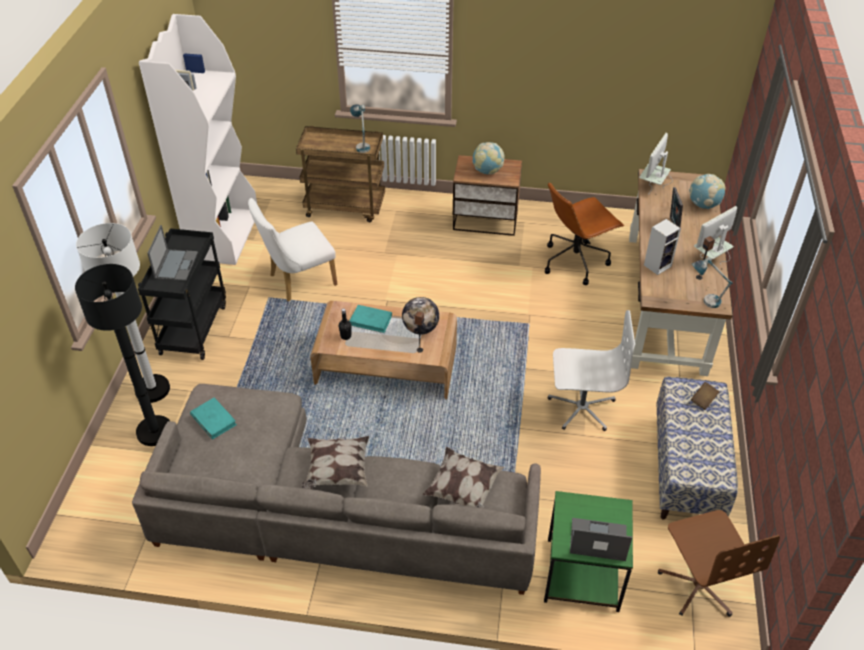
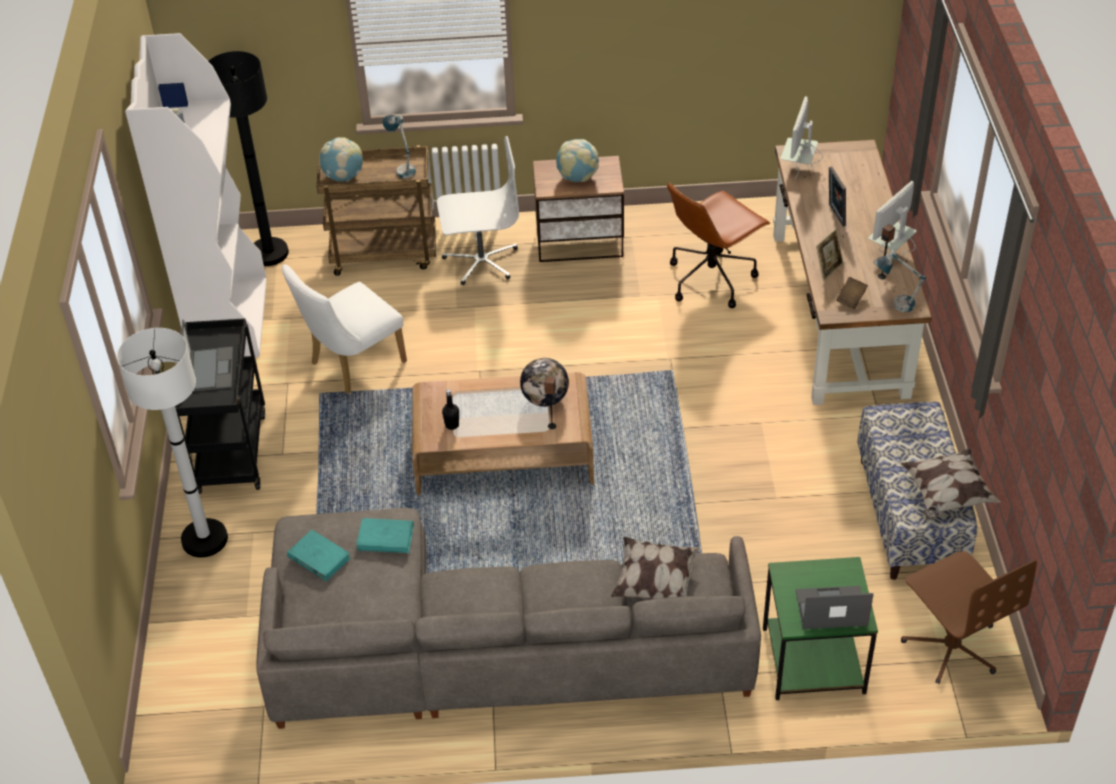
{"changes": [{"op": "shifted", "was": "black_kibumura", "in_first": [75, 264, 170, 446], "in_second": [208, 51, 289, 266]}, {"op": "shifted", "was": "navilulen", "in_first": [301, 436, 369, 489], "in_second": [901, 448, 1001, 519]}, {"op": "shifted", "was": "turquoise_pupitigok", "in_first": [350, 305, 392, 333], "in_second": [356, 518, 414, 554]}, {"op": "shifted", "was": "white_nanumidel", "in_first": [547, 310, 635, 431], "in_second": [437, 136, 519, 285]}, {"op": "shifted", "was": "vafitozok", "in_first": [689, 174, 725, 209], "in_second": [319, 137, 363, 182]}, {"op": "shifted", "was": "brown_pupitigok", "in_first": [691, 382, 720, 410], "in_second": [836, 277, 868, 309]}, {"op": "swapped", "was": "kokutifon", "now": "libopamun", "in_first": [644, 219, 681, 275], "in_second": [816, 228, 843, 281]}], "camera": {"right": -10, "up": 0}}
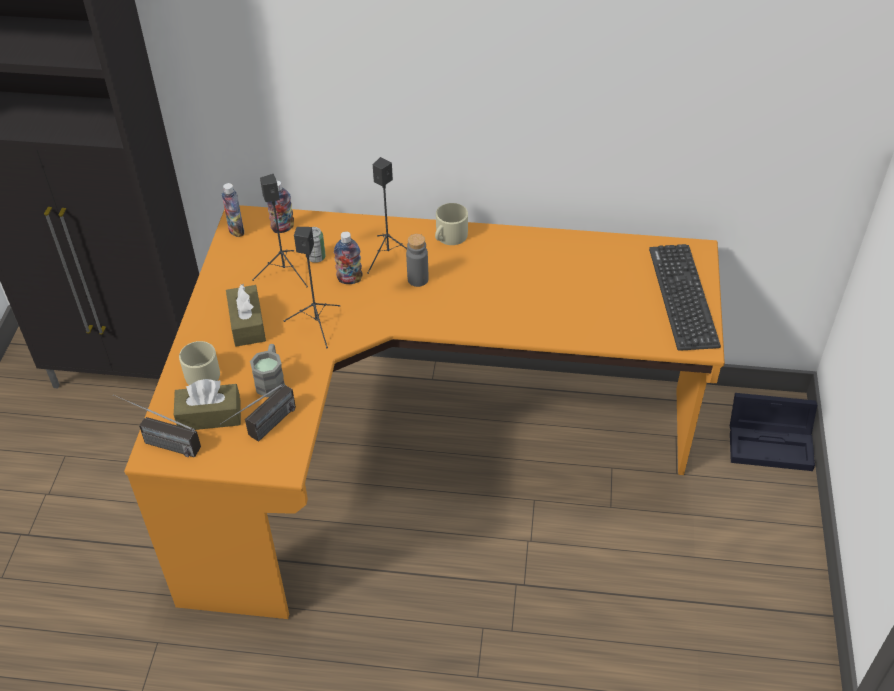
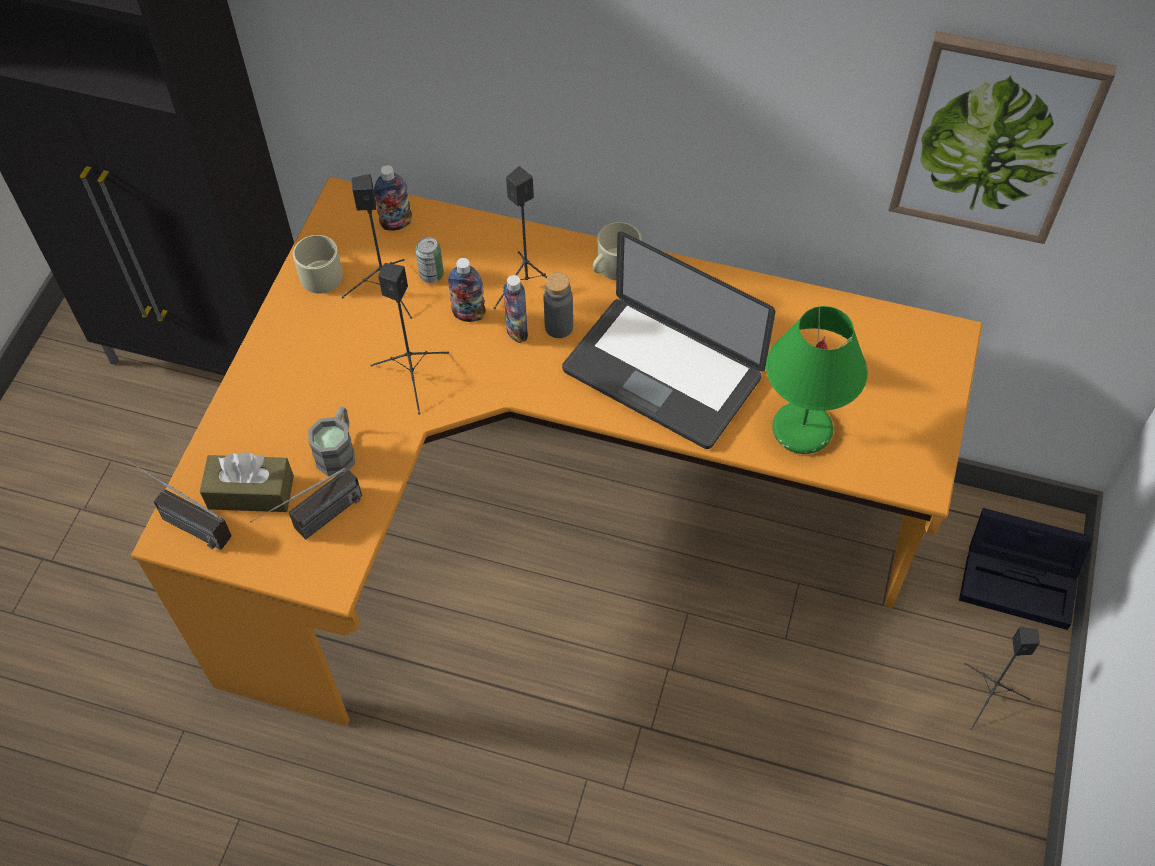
{"changes": [{"op": "gone", "was": "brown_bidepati", "in_first": [226, 284, 266, 347]}, {"op": "gone", "was": "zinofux", "in_first": [649, 244, 721, 351]}, {"op": "new", "now": "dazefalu", "in_second": [562, 231, 776, 449]}, {"op": "new", "now": "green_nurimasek", "in_second": [766, 306, 868, 454]}, {"op": "new", "now": "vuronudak", "in_second": [888, 31, 1116, 244]}, {"op": "new", "now": "black_kokutifon", "in_second": [964, 627, 1040, 730]}, {"op": "shifted", "was": "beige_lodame", "in_first": [179, 341, 220, 385], "in_second": [293, 235, 343, 294]}, {"op": "shifted", "was": "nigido", "in_first": [222, 183, 244, 237], "in_second": [503, 275, 528, 343]}], "camera": {"right": 10, "up": 10}}
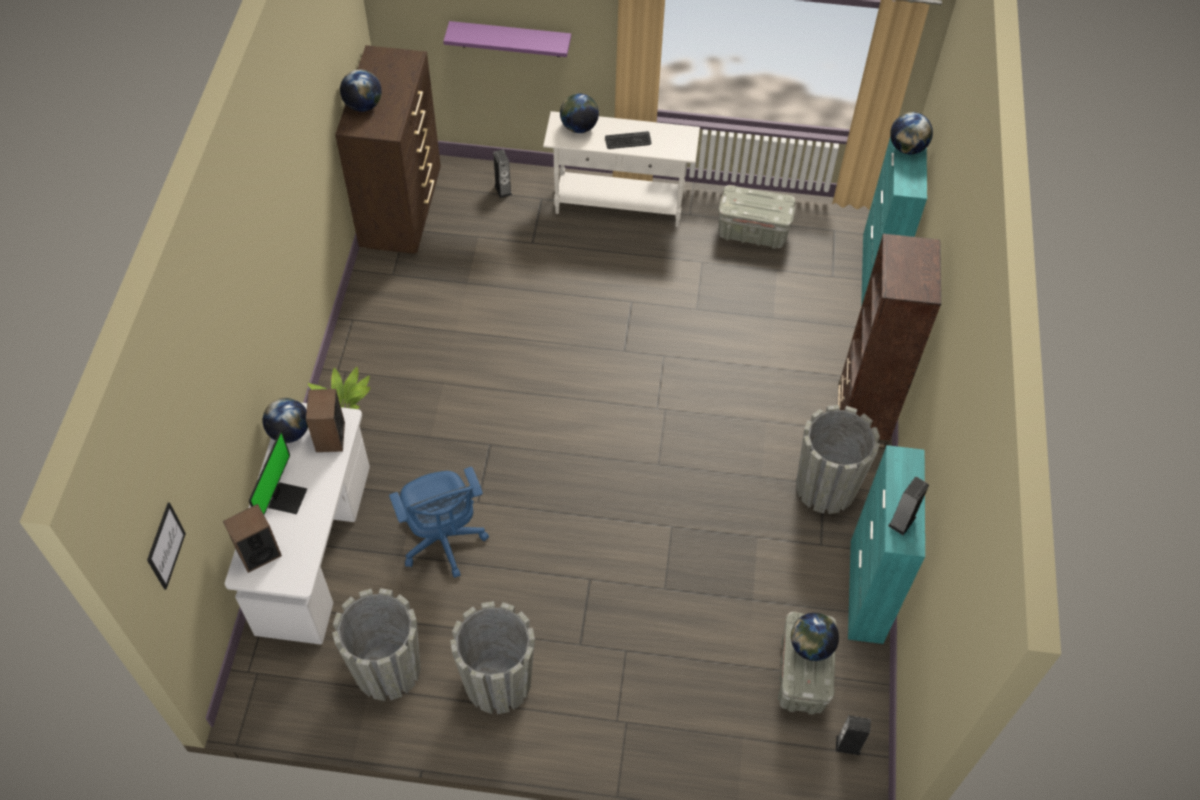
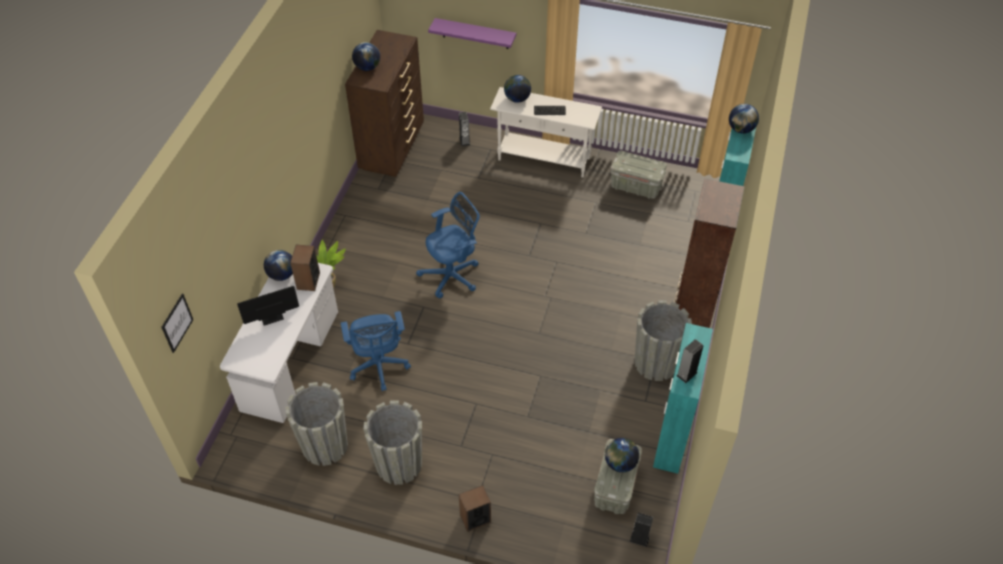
{"changes": [{"op": "new", "now": "blue_nanumidel", "in_second": [416, 192, 480, 298]}, {"op": "shifted", "was": "kokutifon", "in_first": [223, 504, 282, 573], "in_second": [459, 485, 491, 532]}, {"op": "rotated", "was": "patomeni", "in_first": [249, 431, 307, 515], "in_second": [237, 286, 299, 326], "clockwise": -135}], "camera": {"right": 10, "up": -5}}
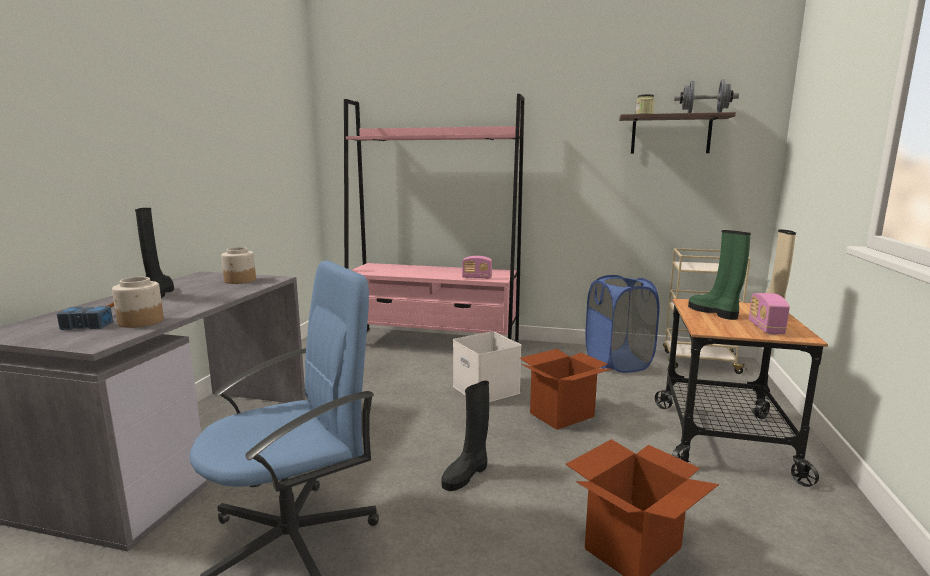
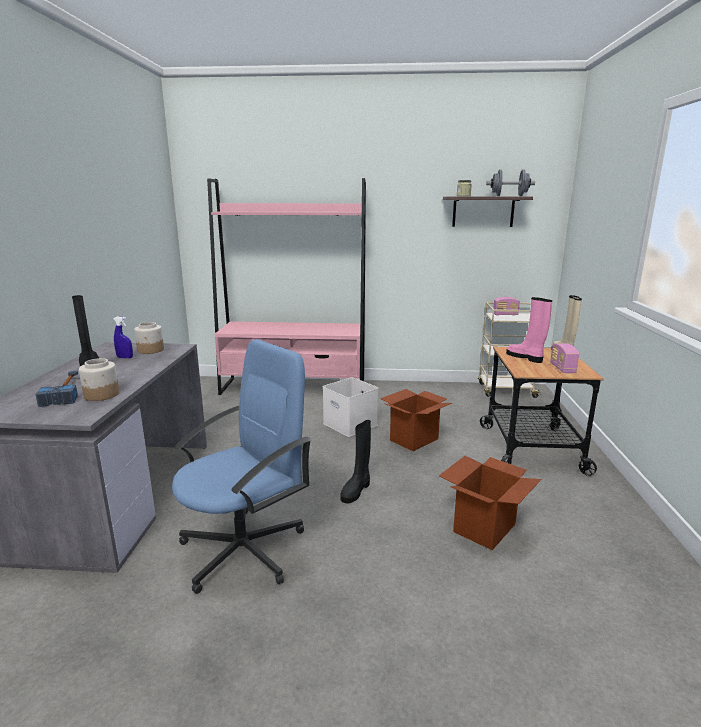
{"changes": [{"op": "gone", "was": "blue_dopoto", "in_first": [585, 275, 659, 373]}, {"op": "new", "now": "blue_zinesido", "in_second": [114, 317, 133, 359]}, {"op": "shifted", "was": "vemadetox", "in_first": [462, 256, 492, 279], "in_second": [493, 297, 520, 315]}, {"op": "repainted", "was": "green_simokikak", "now": "pink_simokikak", "in_first": [688, 230, 751, 320], "in_second": [506, 297, 552, 363]}], "camera": {"right": -10, "up": 5}}
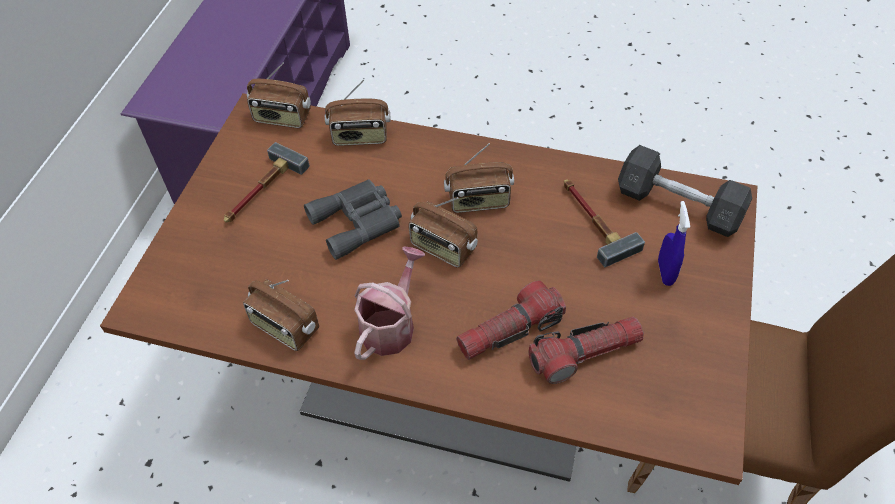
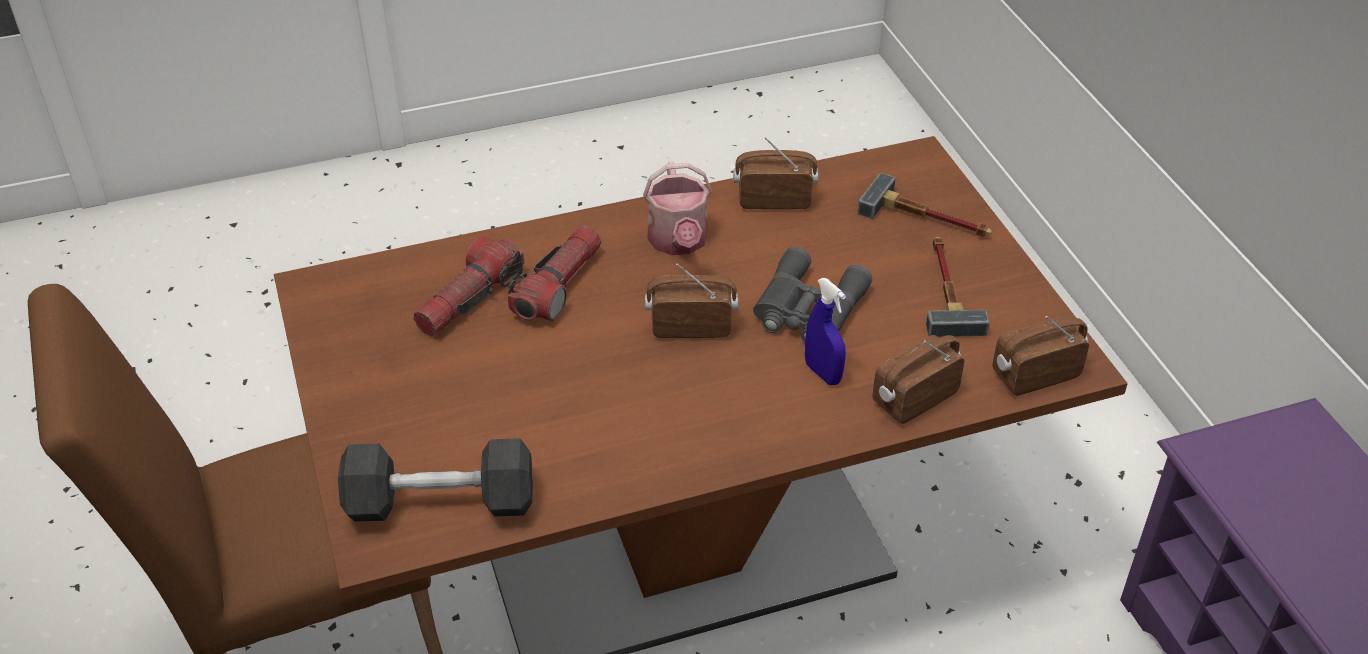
{"changes": [{"op": "gone", "was": "vemadetox", "in_first": [444, 143, 514, 213]}, {"op": "shifted", "was": "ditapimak", "in_first": [564, 179, 645, 267], "in_second": [857, 173, 992, 237]}, {"op": "shifted", "was": "blue_zinesido", "in_first": [658, 201, 690, 286], "in_second": [805, 278, 846, 385]}], "camera": {"right": 145, "up": -10}}
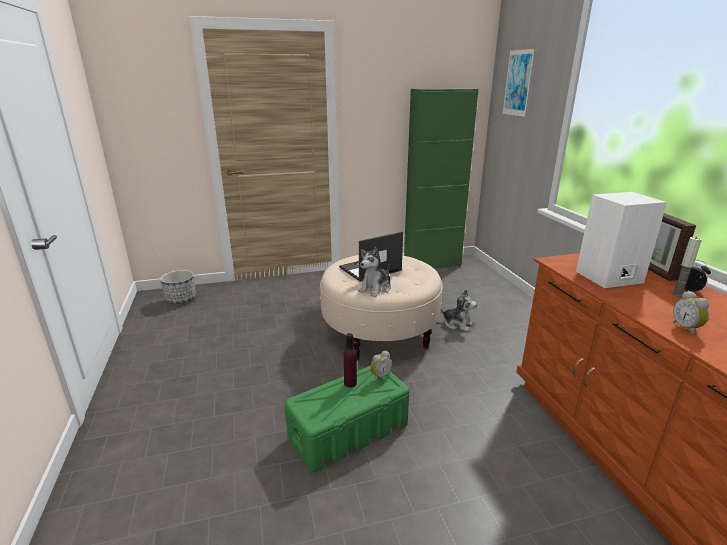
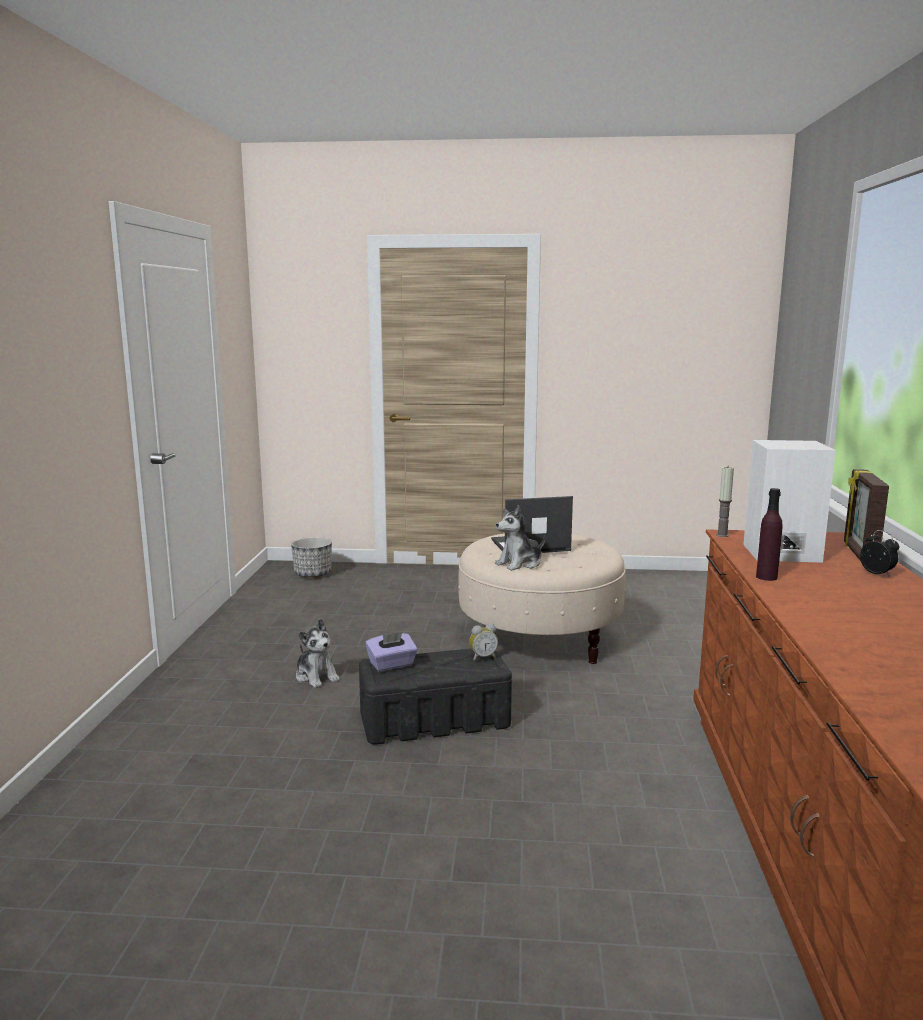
{"changes": [{"op": "gone", "was": "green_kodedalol", "in_first": [404, 88, 478, 269]}, {"op": "gone", "was": "vuronudak", "in_first": [502, 47, 535, 118]}, {"op": "gone", "was": "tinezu", "in_first": [673, 290, 709, 335]}, {"op": "new", "now": "purple_bidepati", "in_second": [365, 632, 418, 671]}, {"op": "shifted", "was": "purple_nigido", "in_first": [344, 333, 357, 388], "in_second": [756, 488, 783, 581]}, {"op": "shifted", "was": "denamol", "in_first": [441, 290, 477, 332], "in_second": [296, 618, 340, 688]}, {"op": "shifted", "was": "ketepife", "in_first": [672, 237, 702, 297], "in_second": [716, 467, 734, 537]}, {"op": "repainted", "was": "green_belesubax", "now": "black_belesubax", "in_first": [285, 366, 409, 472], "in_second": [359, 649, 512, 745]}], "camera": {"right": 20, "up": -10}}
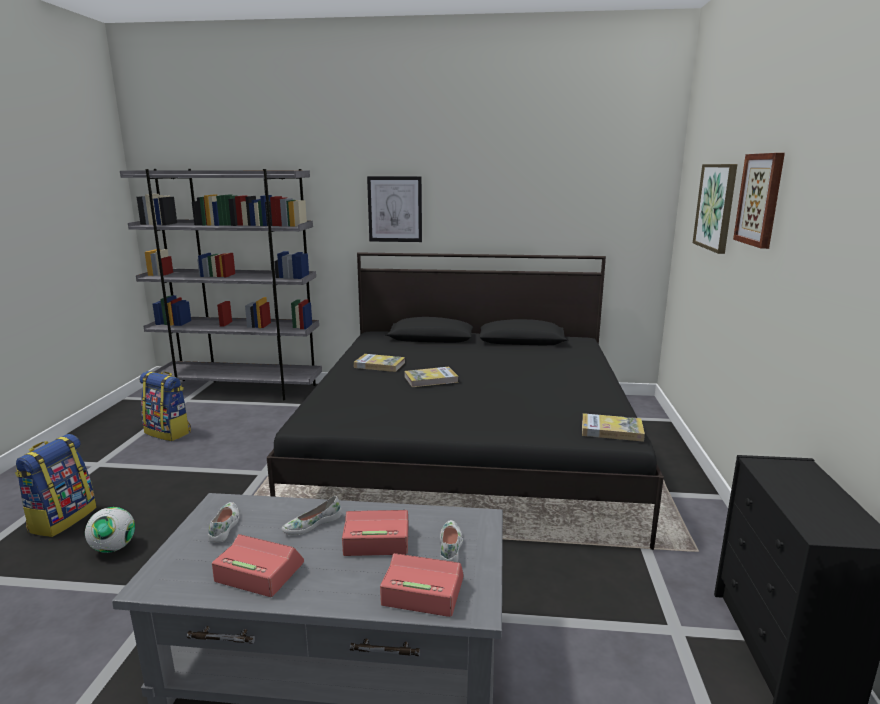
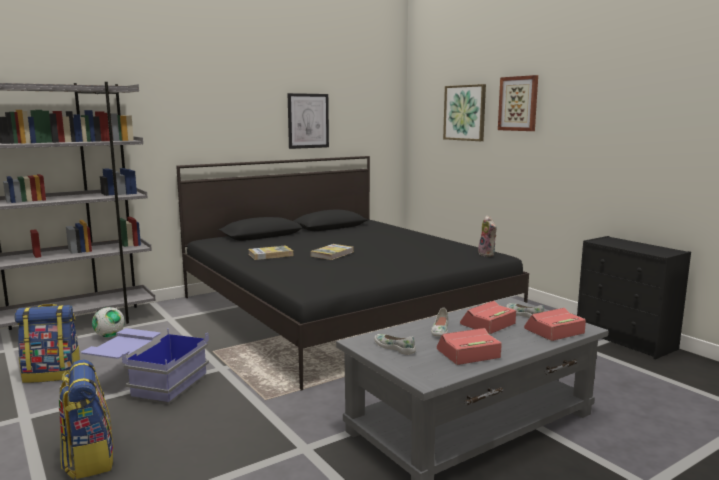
{"changes": [{"op": "new", "now": "blue_belesubax", "in_second": [81, 328, 209, 404]}, {"op": "shifted", "was": "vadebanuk", "in_first": [85, 507, 135, 553], "in_second": [92, 307, 125, 337]}, {"op": "shifted", "was": "vuronudak", "in_first": [367, 176, 422, 242], "in_second": [288, 93, 329, 149]}, {"op": "swapped", "was": "pupitigok", "now": "denamol", "in_first": [582, 413, 645, 442], "in_second": [478, 216, 496, 256]}], "camera": {"right": -40, "up": -5}}
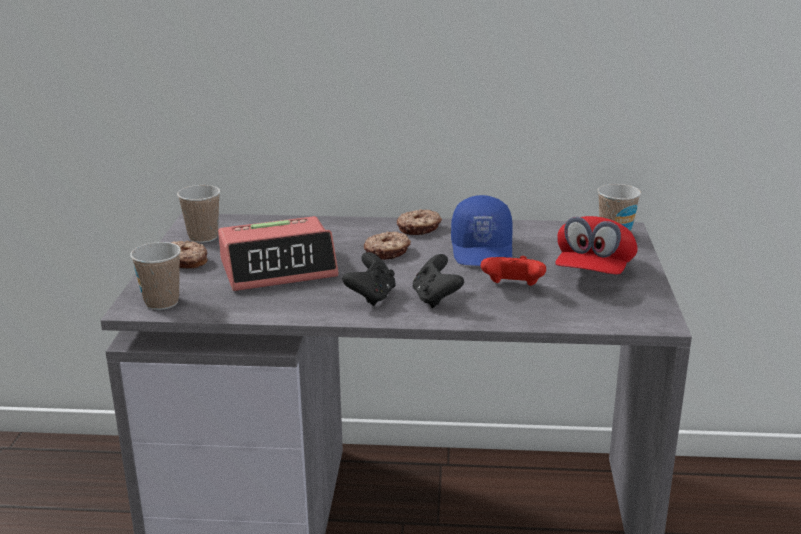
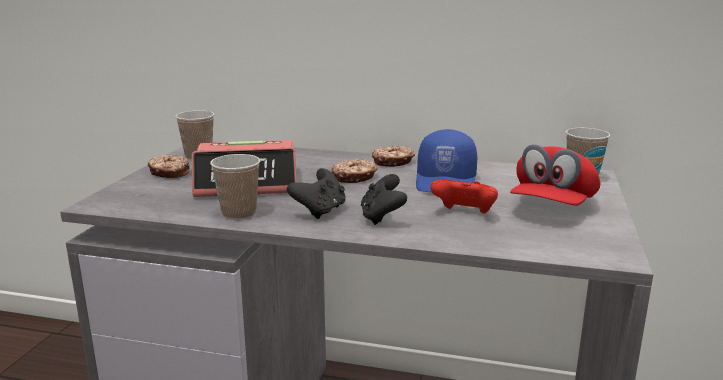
{"changes": [{"op": "shifted", "was": "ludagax", "in_first": [130, 242, 181, 310], "in_second": [210, 154, 260, 220]}], "camera": {"right": 10, "up": -5}}
